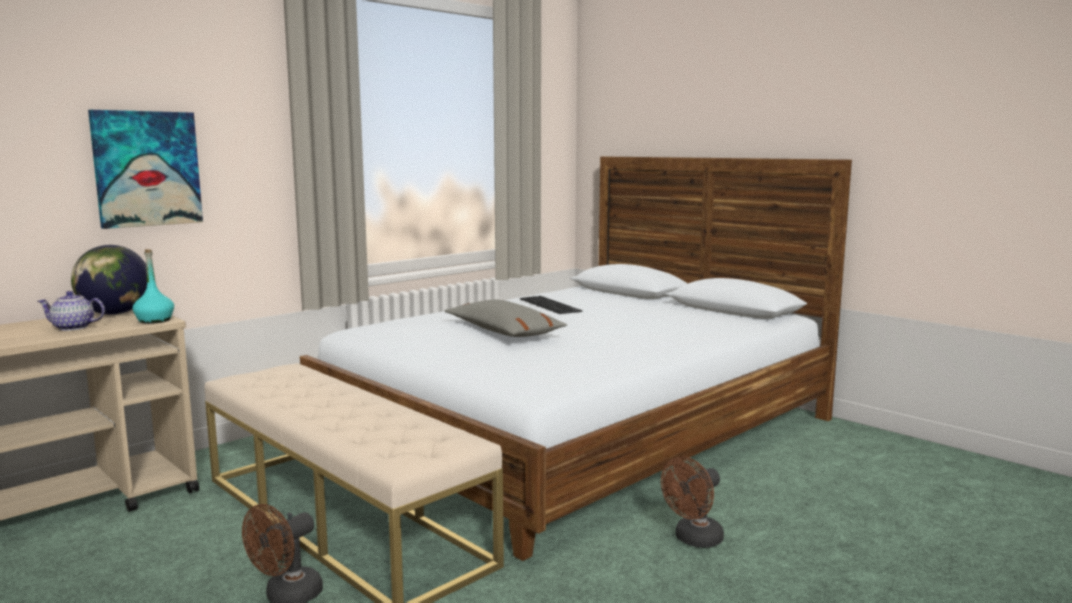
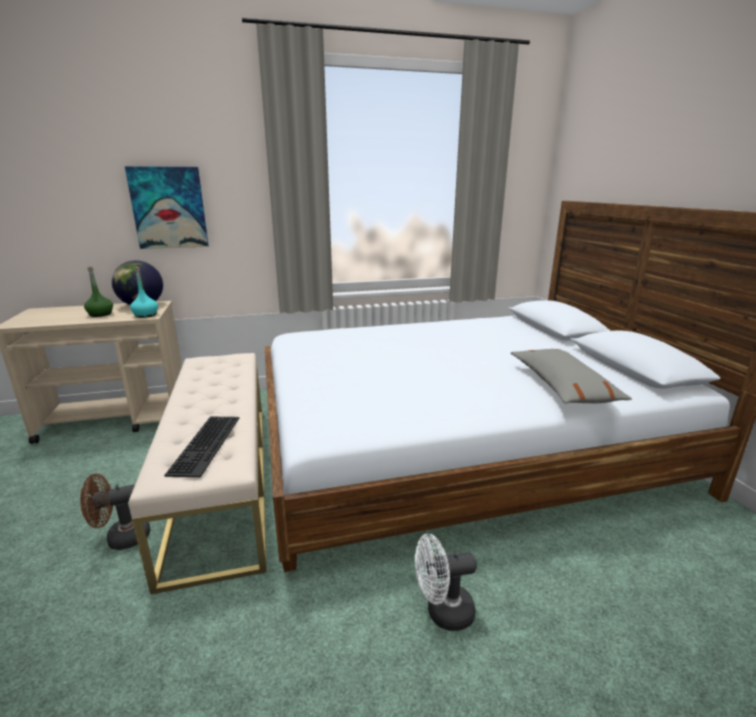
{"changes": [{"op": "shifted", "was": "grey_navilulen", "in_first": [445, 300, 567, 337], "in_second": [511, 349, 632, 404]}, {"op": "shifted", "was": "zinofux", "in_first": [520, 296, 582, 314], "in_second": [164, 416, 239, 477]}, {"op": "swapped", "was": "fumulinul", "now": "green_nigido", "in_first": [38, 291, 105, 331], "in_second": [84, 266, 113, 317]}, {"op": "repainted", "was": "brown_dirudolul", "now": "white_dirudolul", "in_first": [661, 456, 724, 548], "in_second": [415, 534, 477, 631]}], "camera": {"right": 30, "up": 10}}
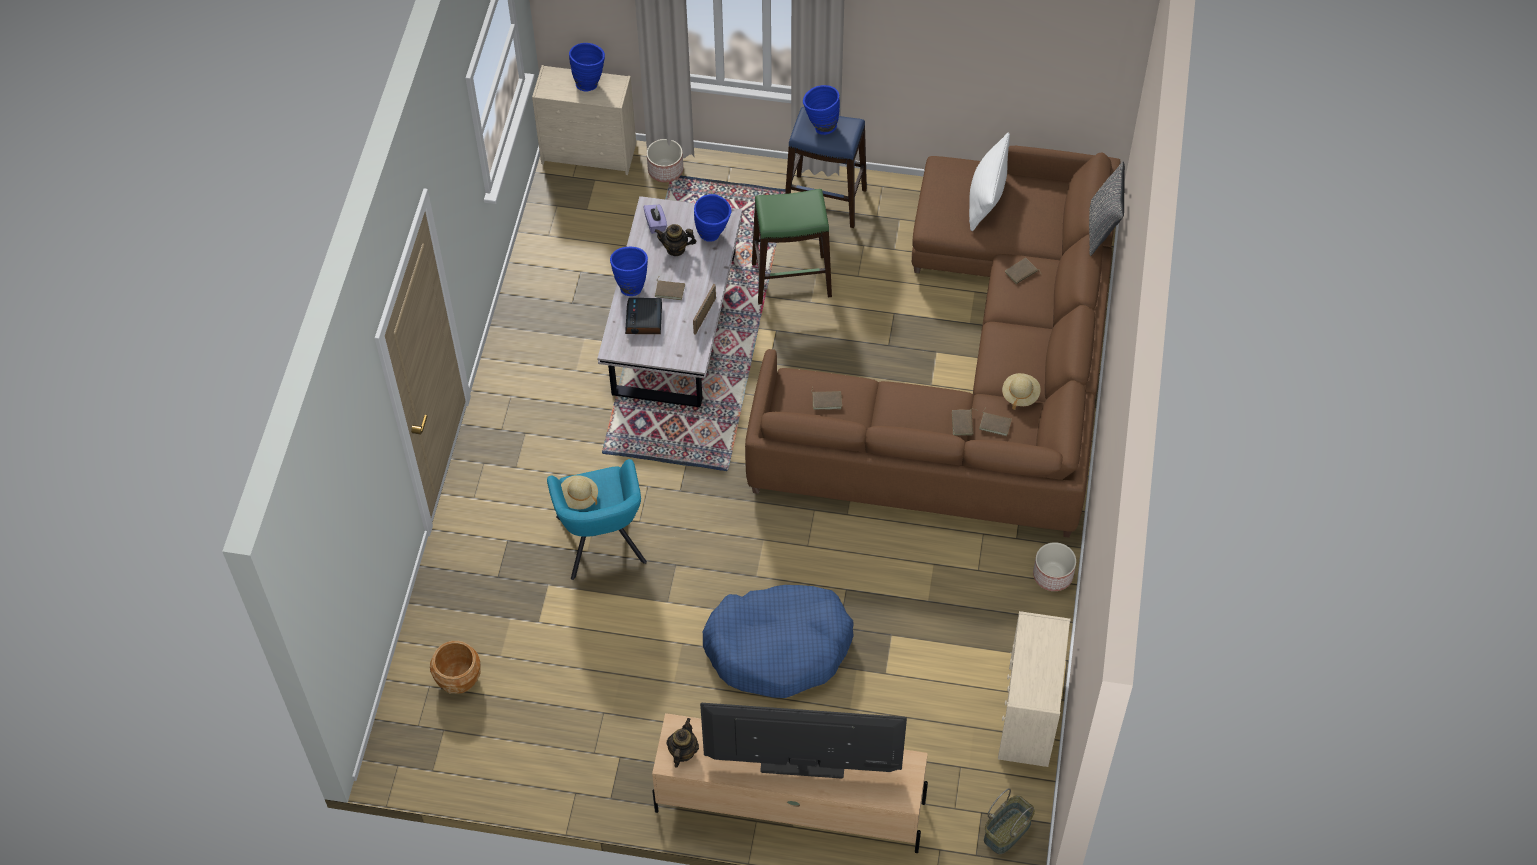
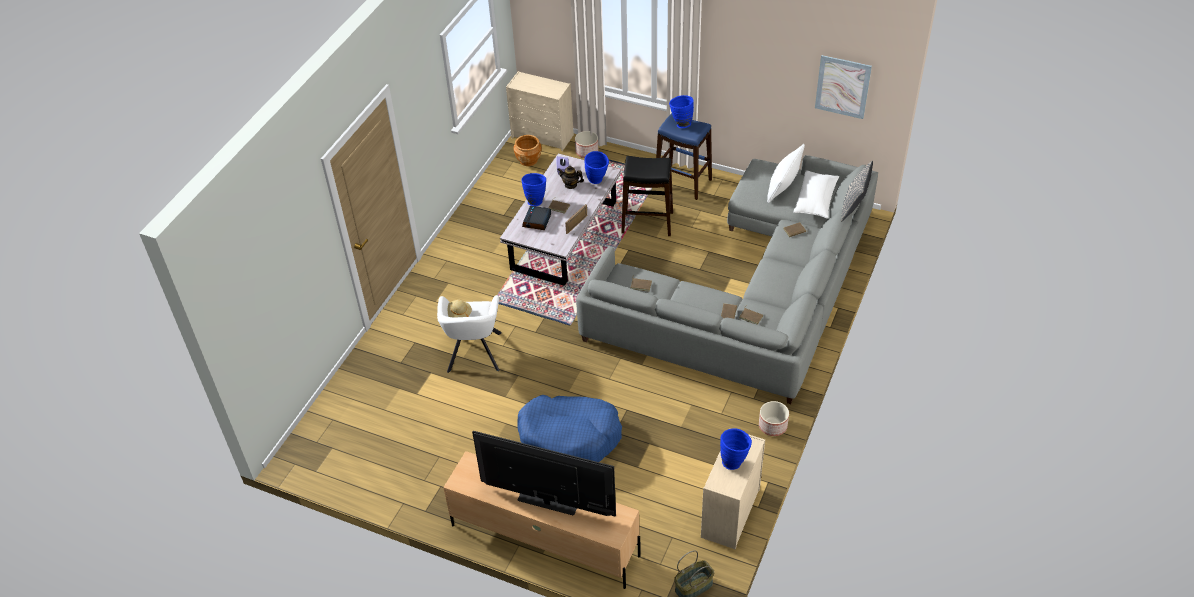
{"changes": [{"op": "gone", "was": "fumulinul", "in_first": [667, 718, 699, 768]}, {"op": "gone", "was": "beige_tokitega", "in_first": [1002, 373, 1040, 410]}, {"op": "new", "now": "white_navilulen", "in_second": [793, 170, 839, 218]}, {"op": "new", "now": "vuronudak", "in_second": [815, 55, 872, 119]}, {"op": "shifted", "was": "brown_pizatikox", "in_first": [430, 641, 481, 694], "in_second": [514, 135, 542, 166]}, {"op": "shifted", "was": "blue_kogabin", "in_first": [569, 43, 605, 92], "in_second": [720, 428, 752, 470]}, {"op": "repainted", "was": "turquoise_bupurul", "now": "white_bupurul", "in_first": [547, 459, 647, 580], "in_second": [437, 295, 502, 373]}, {"op": "repainted", "was": "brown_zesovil", "now": "grey_zesovil", "in_first": [745, 146, 1121, 538], "in_second": [576, 155, 878, 404]}, {"op": "repainted", "was": "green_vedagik", "now": "black_vedagik", "in_first": [752, 189, 832, 305], "in_second": [621, 156, 673, 236]}], "camera": {"right": 15, "up": -10}}
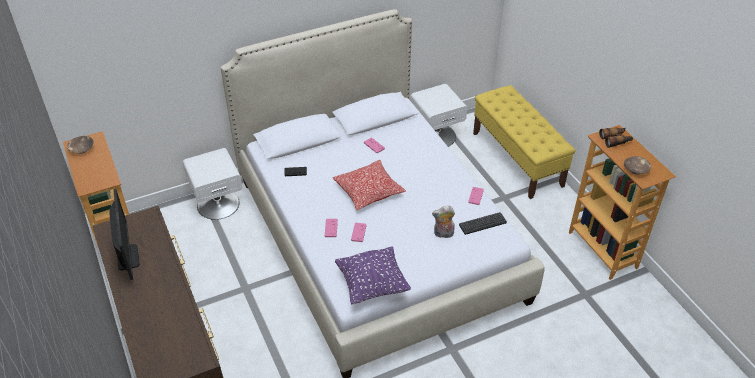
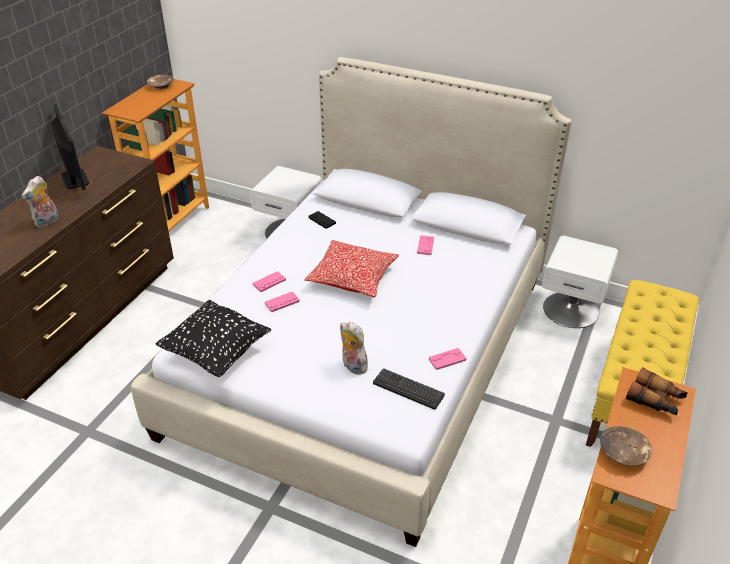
{"changes": [{"op": "new", "now": "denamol", "in_second": [22, 176, 59, 228]}, {"op": "repainted", "was": "purple_navilulen", "now": "black_navilulen", "in_first": [335, 246, 411, 304], "in_second": [156, 300, 271, 377]}, {"op": "rotated", "was": "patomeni", "in_first": [110, 189, 140, 280], "in_second": [51, 104, 89, 190], "clockwise": -60}], "camera": {"right": 50, "up": -5}}
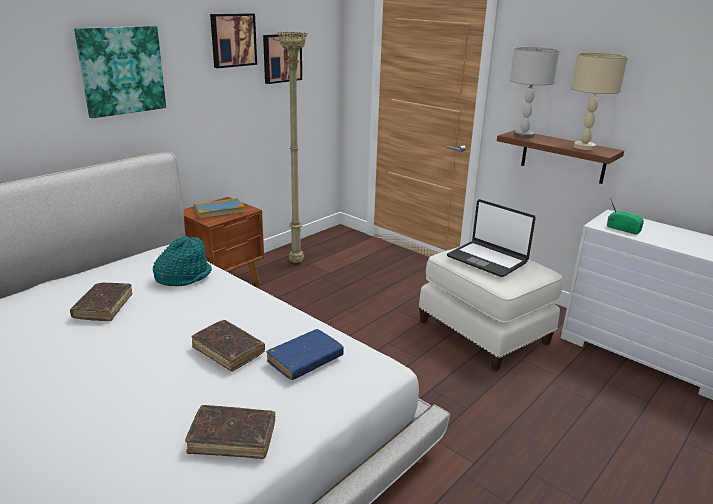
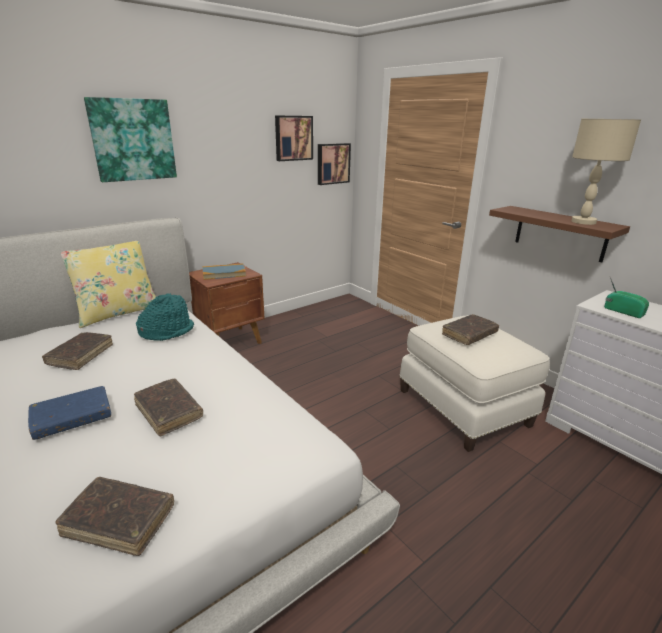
{"changes": [{"op": "gone", "was": "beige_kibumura", "in_first": [278, 31, 307, 263]}, {"op": "gone", "was": "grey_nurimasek", "in_first": [510, 47, 560, 138]}, {"op": "new", "now": "yellow_navilulen", "in_second": [61, 241, 156, 328]}, {"op": "shifted", "was": "vuronudak", "in_first": [210, 13, 257, 68], "in_second": [318, 143, 351, 185]}, {"op": "shifted", "was": "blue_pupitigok", "in_first": [266, 329, 344, 380], "in_second": [28, 386, 111, 440]}, {"op": "swapped", "was": "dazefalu", "now": "brown_pupitigok", "in_first": [447, 199, 536, 277], "in_second": [442, 314, 499, 345]}], "camera": {"right": 10, "up": 0}}
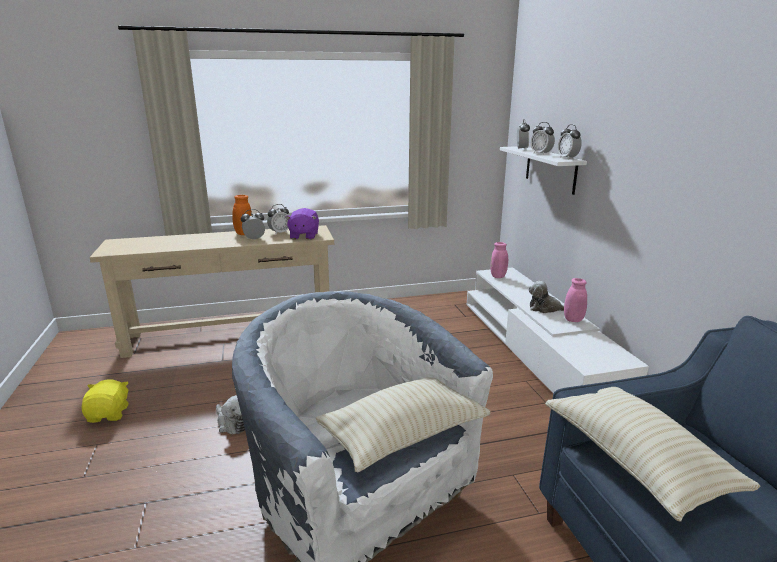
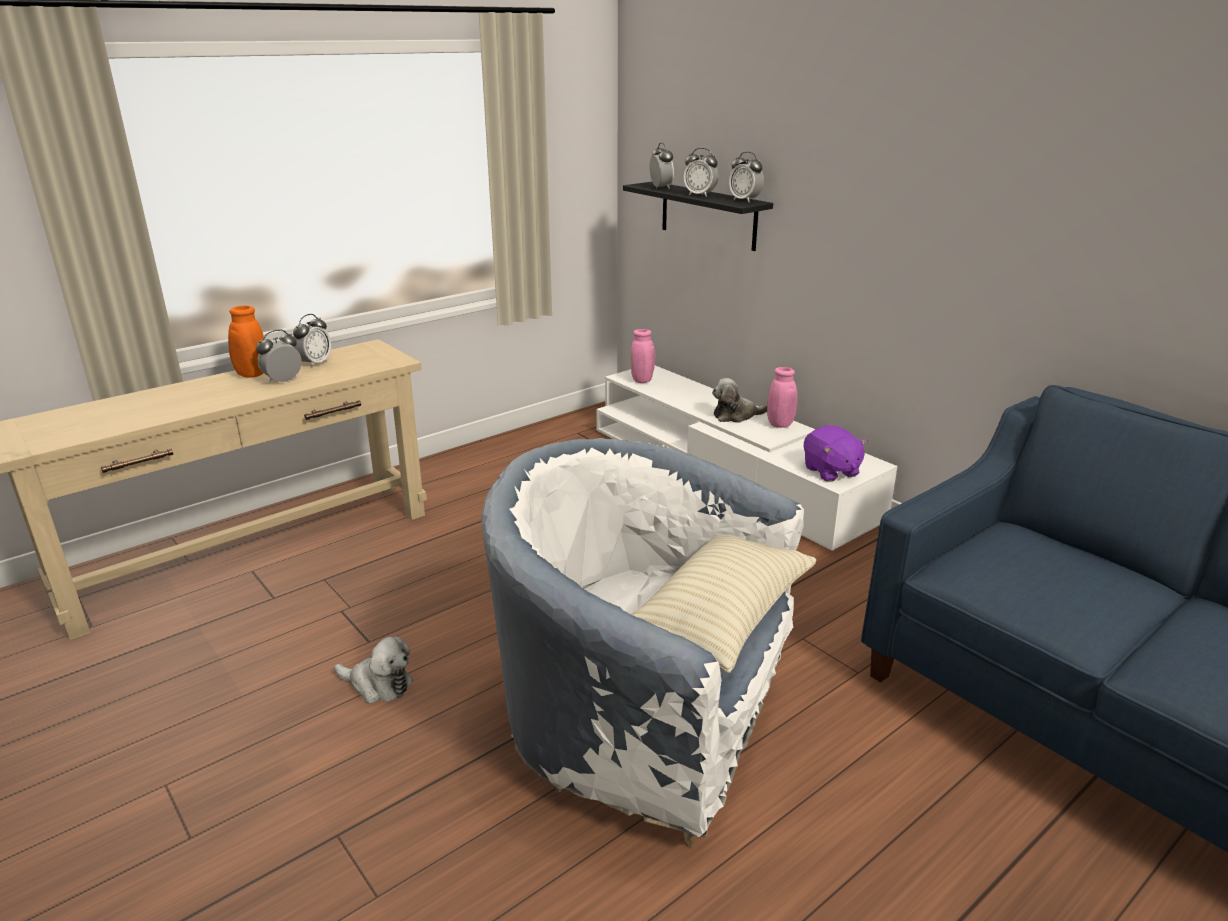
{"changes": [{"op": "gone", "was": "yellow_denamol", "in_first": [82, 379, 129, 423]}, {"op": "gone", "was": "beige_navilulen", "in_first": [545, 387, 760, 522]}, {"op": "shifted", "was": "purple_denamol", "in_first": [285, 208, 319, 240], "in_second": [804, 425, 868, 482]}, {"op": "repainted", "was": "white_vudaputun", "now": "black_vudaputun", "in_first": [500, 146, 587, 195], "in_second": [623, 182, 773, 251]}], "camera": {"right": -25, "up": 5}}
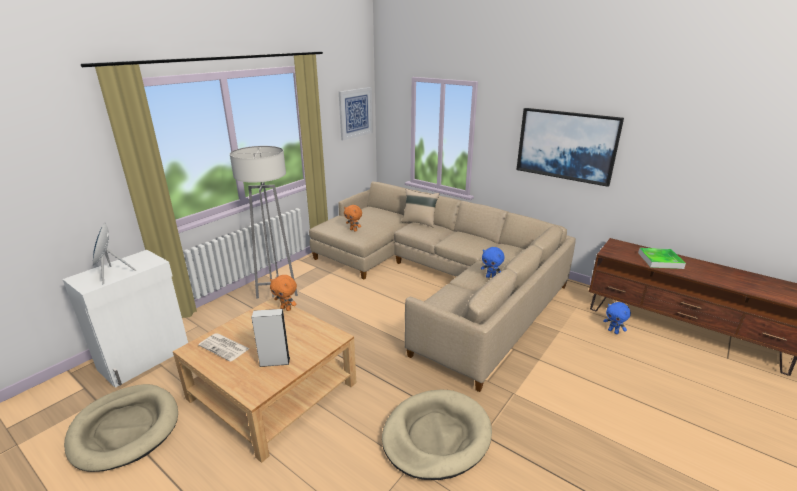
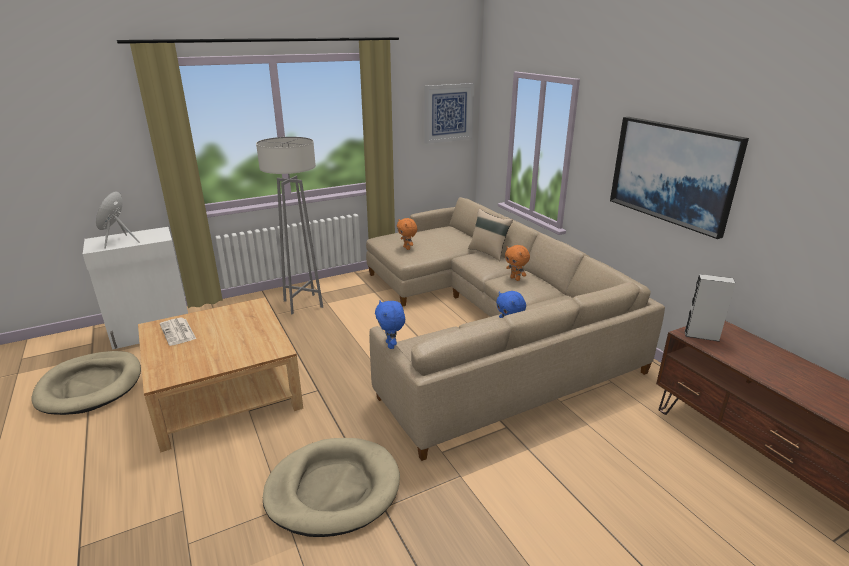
{"changes": [{"op": "gone", "was": "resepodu", "in_first": [638, 248, 686, 269]}, {"op": "shifted", "was": "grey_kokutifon", "in_first": [251, 309, 290, 367], "in_second": [685, 274, 736, 342]}, {"op": "shifted", "was": "orange_denamol", "in_first": [270, 275, 297, 311], "in_second": [505, 245, 530, 281]}, {"op": "shifted", "was": "blue_denamol", "in_first": [603, 302, 631, 334], "in_second": [375, 300, 405, 349]}], "camera": {"right": 25, "up": 0}}
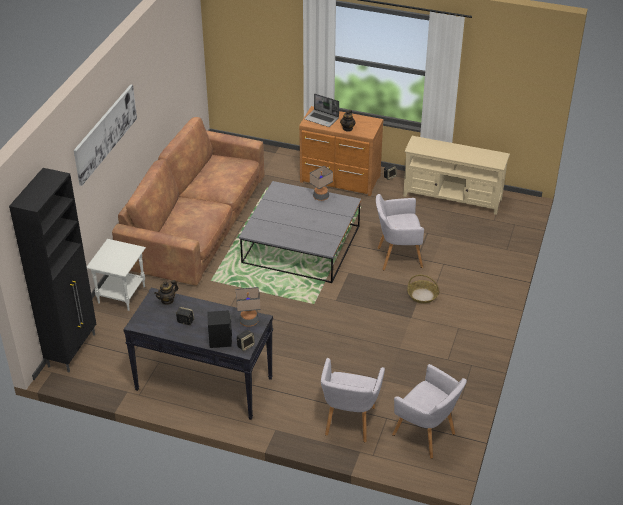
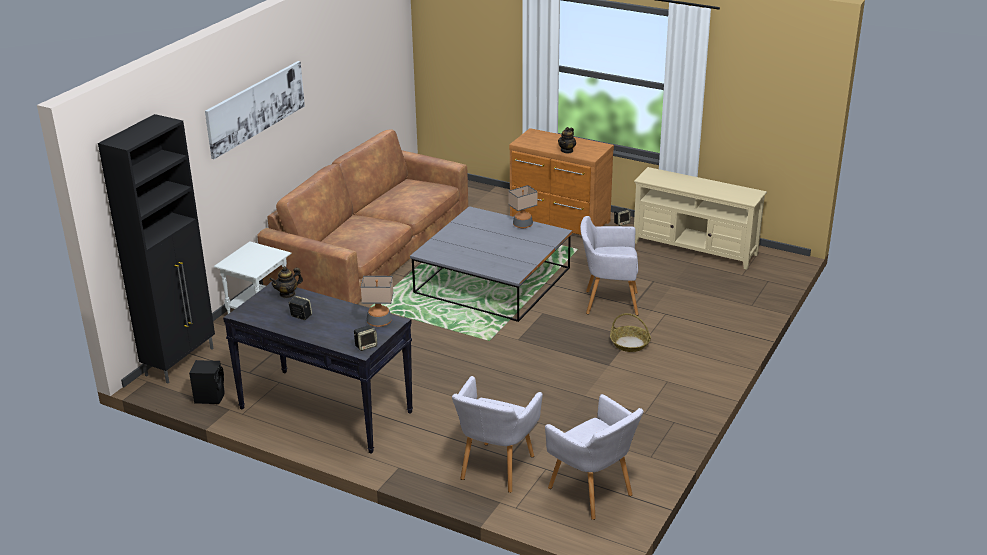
{"changes": [{"op": "gone", "was": "dazefalu", "in_first": [304, 93, 339, 127]}, {"op": "shifted", "was": "black_kokutifon", "in_first": [207, 310, 232, 348], "in_second": [189, 360, 225, 404]}], "camera": {"right": 10, "up": -10}}
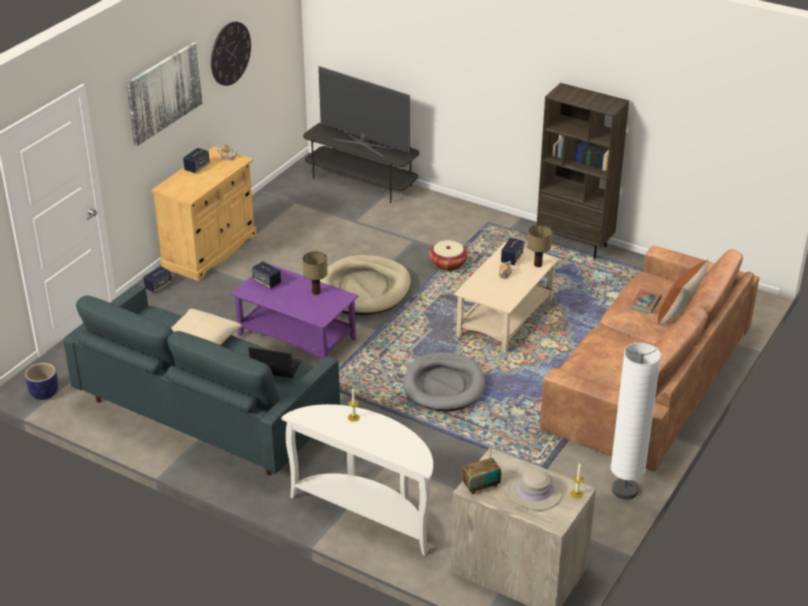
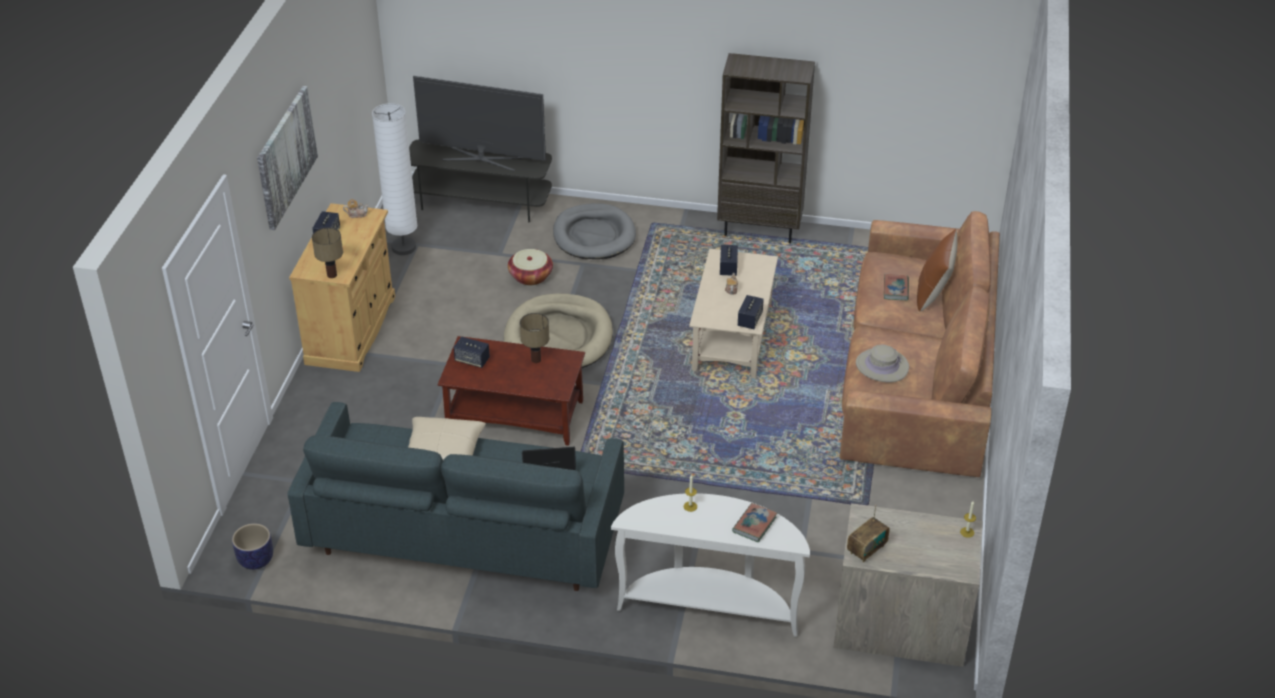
{"changes": [{"op": "gone", "was": "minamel", "in_first": [211, 22, 251, 86]}, {"op": "new", "now": "pupitigok", "in_second": [732, 503, 777, 542]}, {"op": "shifted", "was": "kokutifon", "in_first": [143, 266, 172, 293], "in_second": [738, 295, 764, 329]}, {"op": "shifted", "was": "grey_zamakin", "in_first": [403, 352, 485, 411], "in_second": [553, 203, 636, 259]}, {"op": "shifted", "was": "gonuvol", "in_first": [429, 240, 468, 271], "in_second": [508, 249, 553, 285]}, {"op": "shifted", "was": "beige_tokitega", "in_first": [506, 469, 563, 511], "in_second": [856, 345, 909, 383]}, {"op": "shifted", "was": "nurimasek", "in_first": [528, 225, 552, 267], "in_second": [312, 228, 343, 278]}, {"op": "shifted", "was": "white_kibumura", "in_first": [611, 343, 661, 499], "in_second": [372, 103, 417, 255]}, {"op": "repainted", "was": "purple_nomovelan", "now": "brown_nomovelan", "in_first": [231, 263, 358, 360], "in_second": [438, 336, 585, 446]}], "camera": {"right": -20, "up": 5}}
